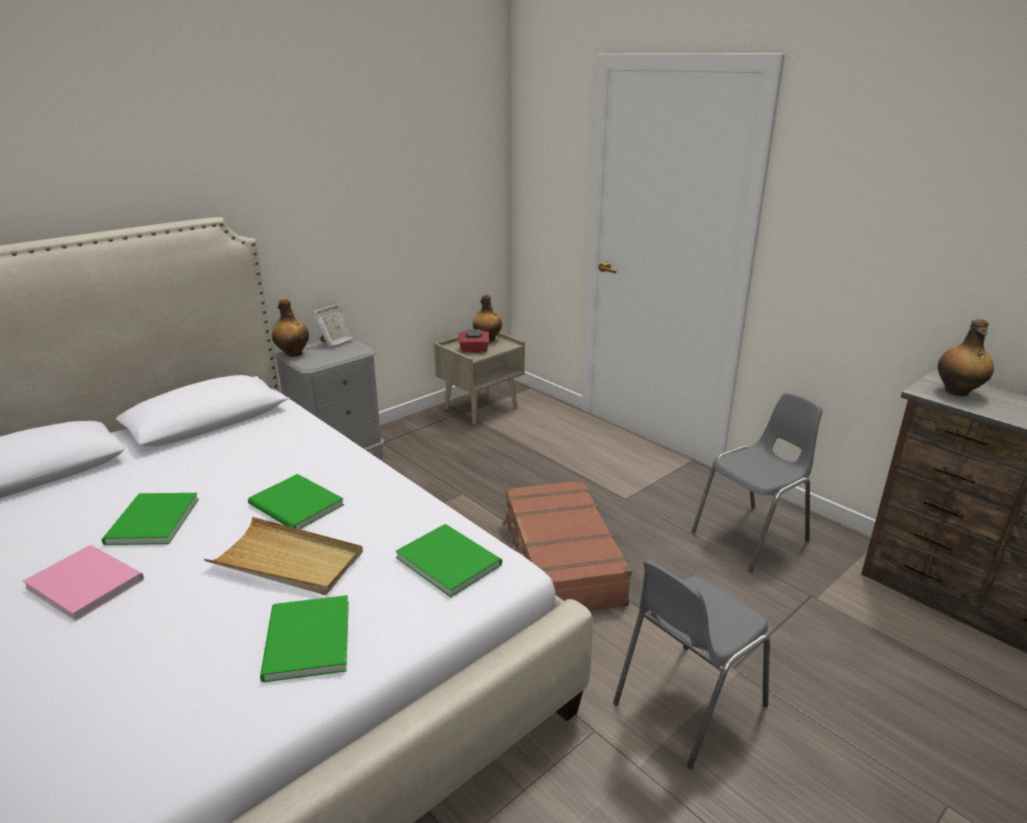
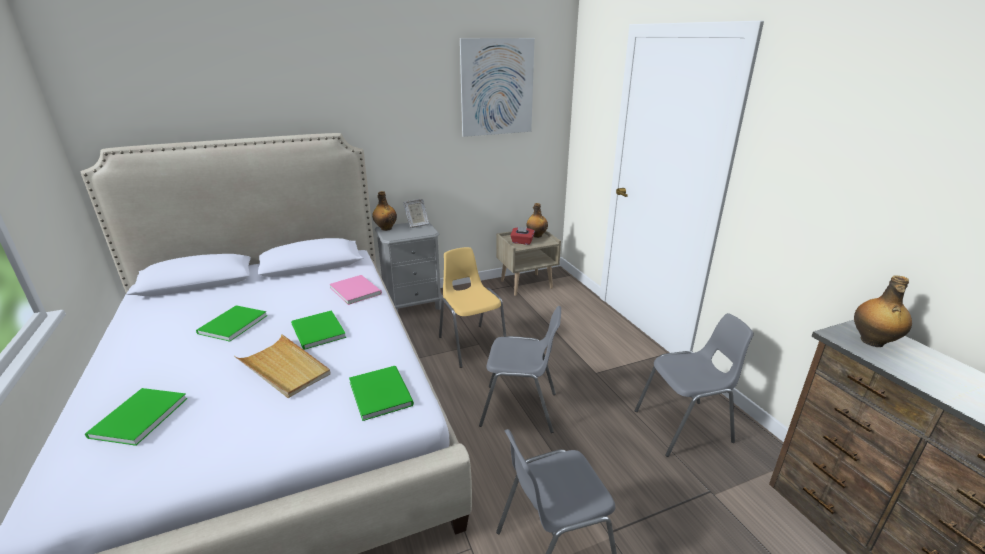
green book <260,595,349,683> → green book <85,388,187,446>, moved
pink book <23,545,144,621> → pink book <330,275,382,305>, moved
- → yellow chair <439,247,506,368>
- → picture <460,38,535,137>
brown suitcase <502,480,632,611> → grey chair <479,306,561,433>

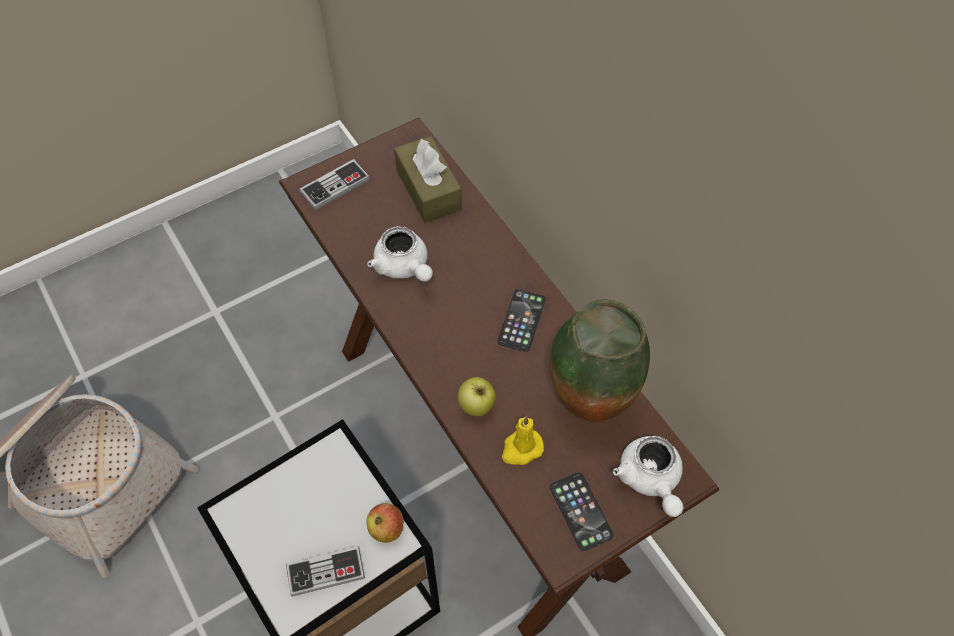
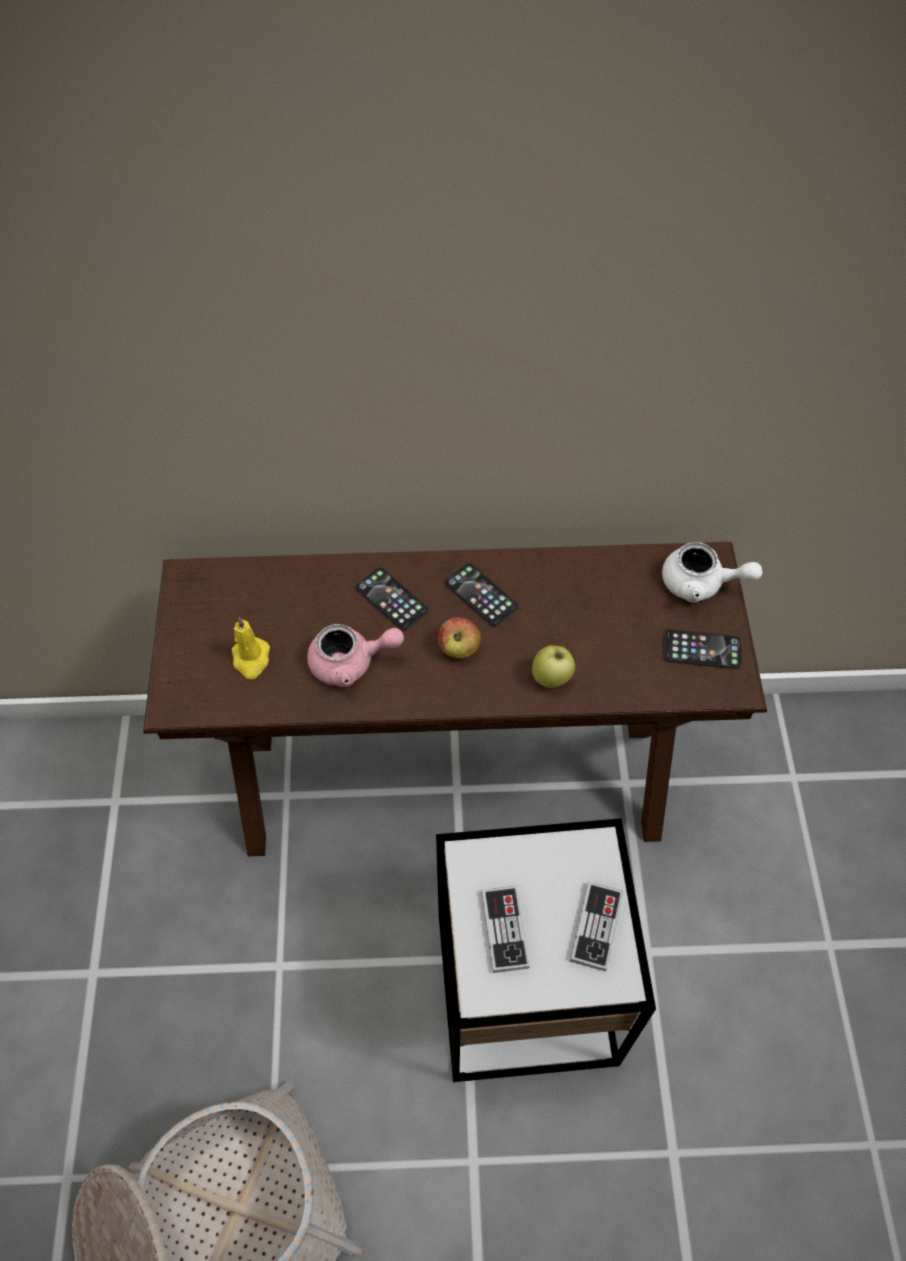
yellow candle <502,416,544,465> → yellow candle <232,617,270,679>, moved
white teapot <368,226,433,282> → pink teapot <307,624,404,687>
- → phone <356,568,428,631>
apple <366,503,404,543> → apple <438,617,481,659>, moved
game controller <299,159,370,211> → game controller <481,886,530,973>, moved
brown tissue box <394,136,462,223> → -
vase <550,299,650,422> → -

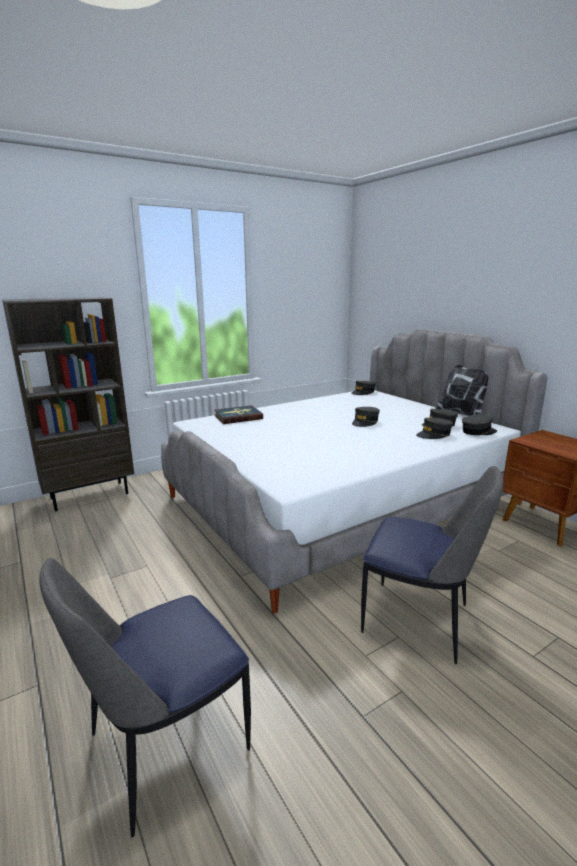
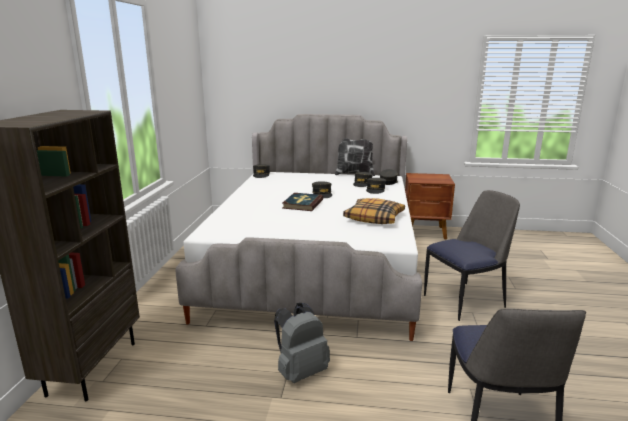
- → grey backpack <274,303,330,383>
book <214,405,263,424> → book <282,193,323,211>, moved
- → pillow <343,198,405,224>

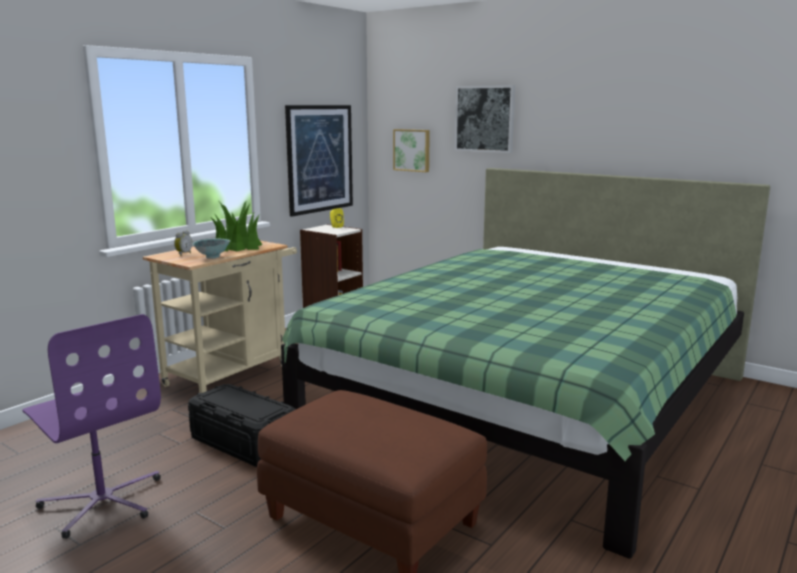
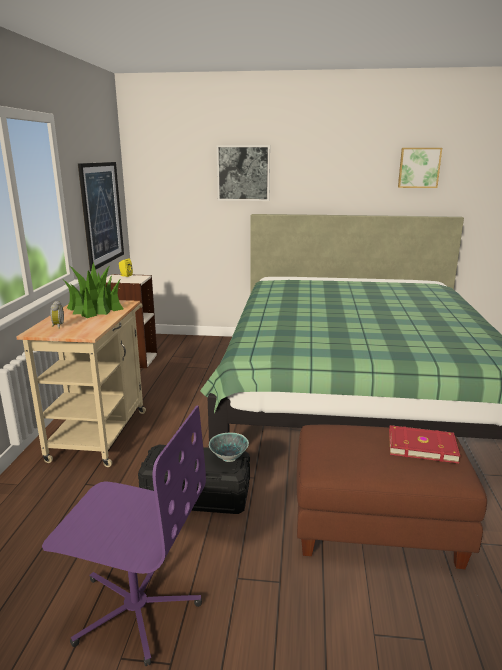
bowl <193,239,230,259> → bowl <209,433,249,462>, moved
- → red book <389,425,460,463>
picture <393,129,430,172> → picture <398,148,442,188>, moved

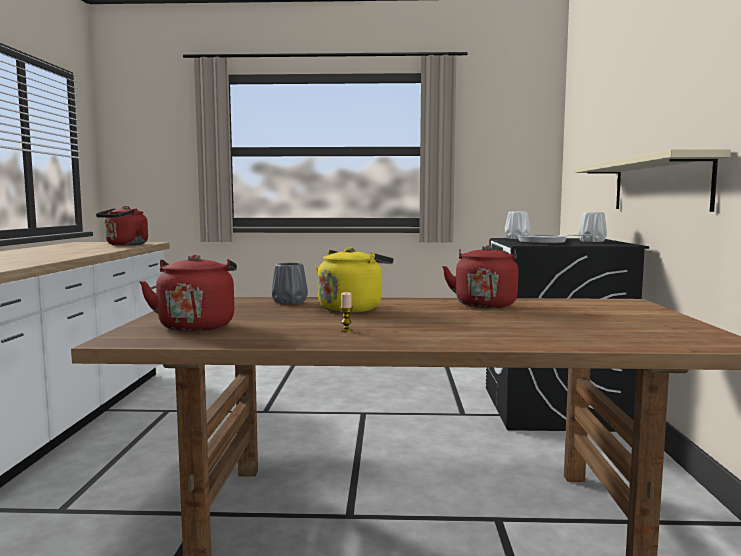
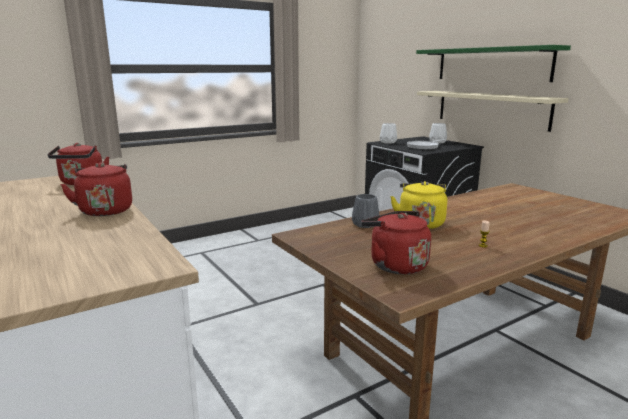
red kettle <442,245,518,308> → red kettle <60,162,132,216>, moved
- → green shelf <416,45,571,82>

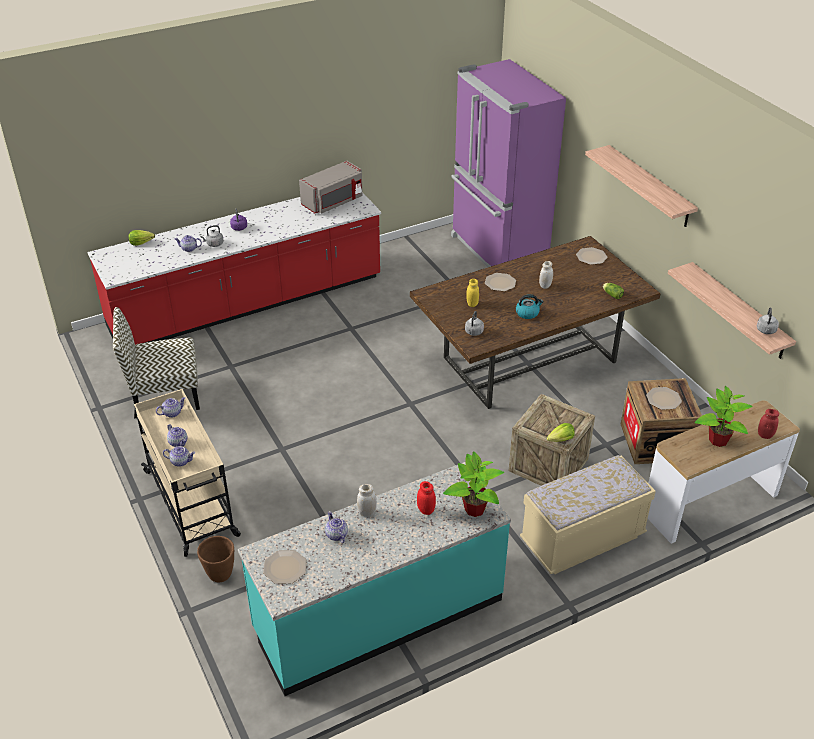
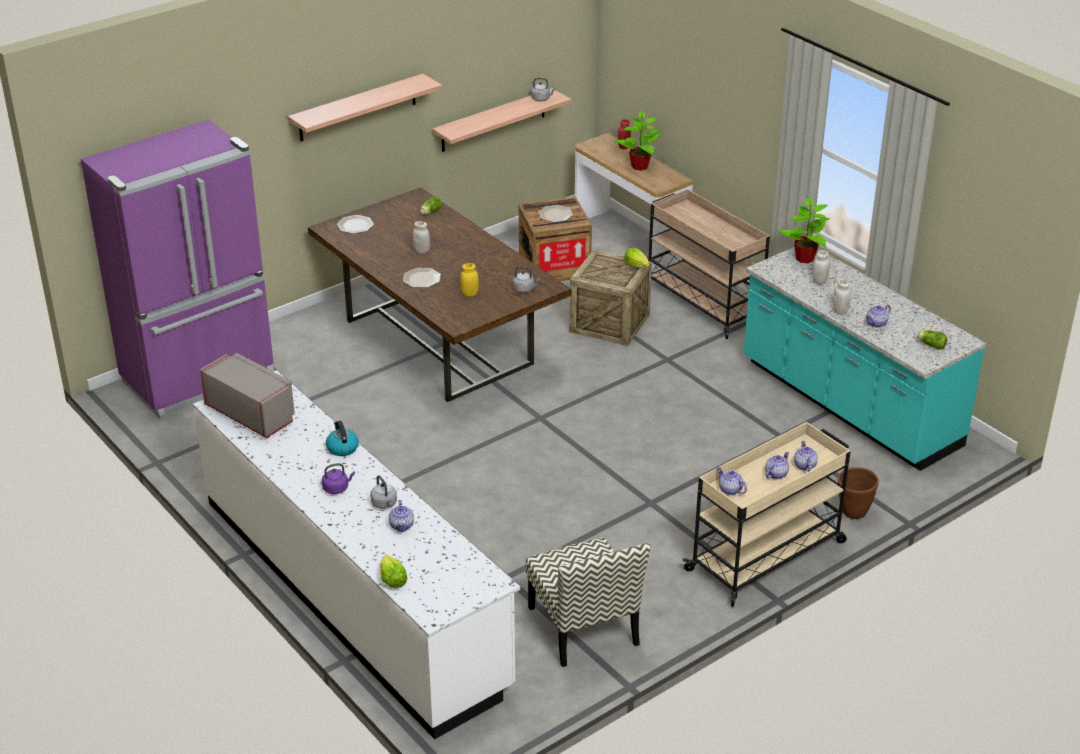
red counter <88,192,381,345> → white counter <193,370,520,739>
kettle <516,294,544,319> → kettle <326,421,359,456>, moved
beige bench <520,455,656,575> → beige cart <649,189,770,339>
red jar <417,481,436,515> → white jar <812,250,830,285>
plate <263,550,306,584> → lettuce <918,330,947,350>

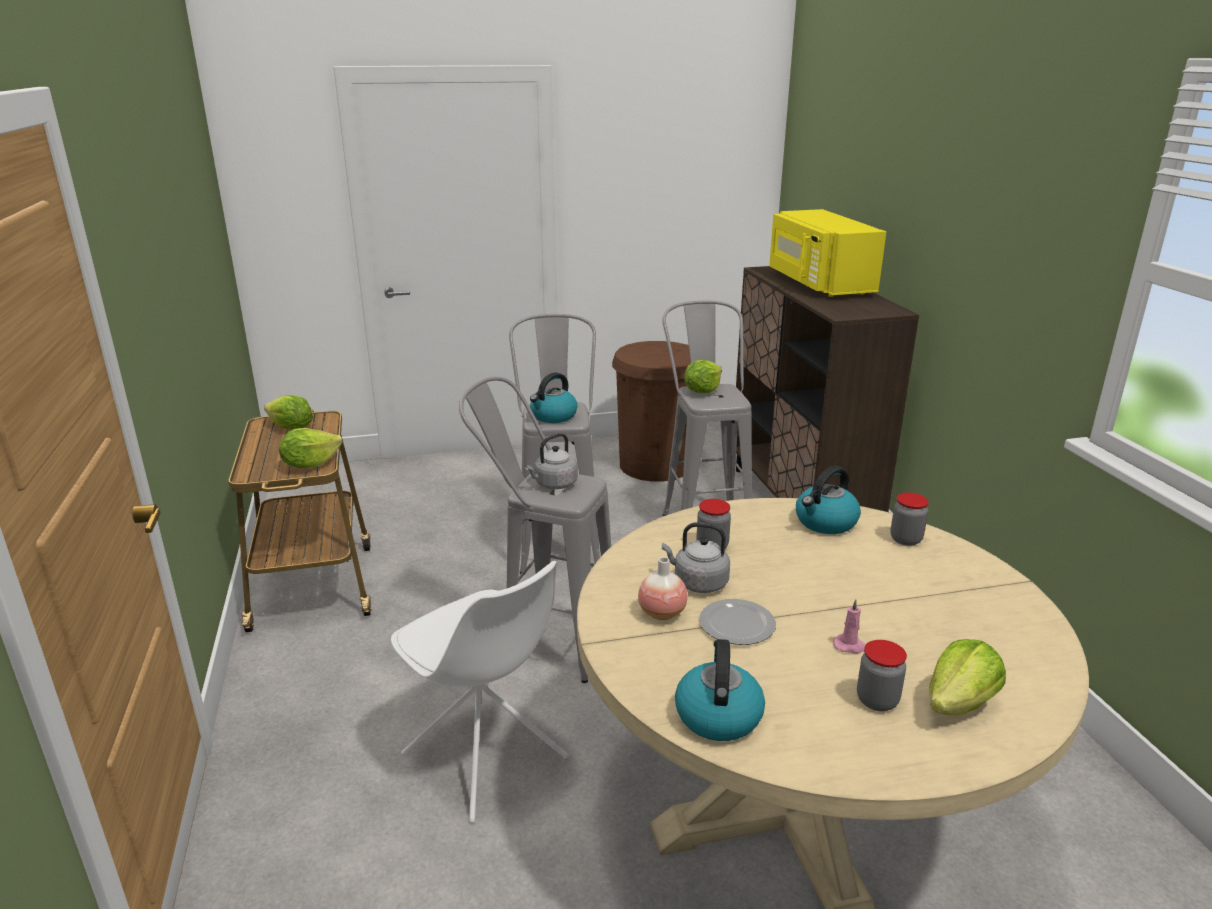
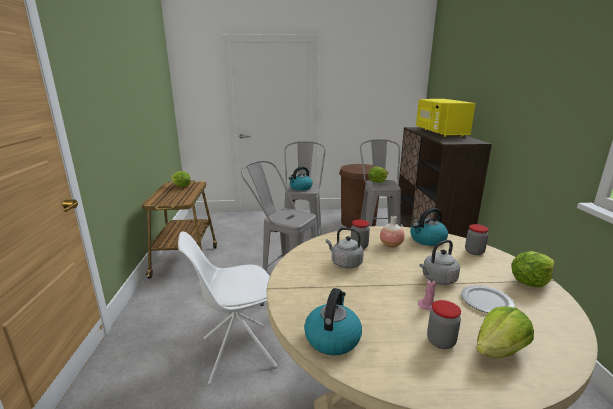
white chair <391,561,569,823> → white chair <178,231,277,385>, 105 degrees clockwise
vase <638,557,688,620> → vase <380,216,405,248>, moved
grey kettle <525,433,578,489> → grey kettle <419,240,460,285>, moved
plate <699,599,776,645> → plate <461,285,515,313>, moved
lettuce <279,428,342,468> → lettuce <511,251,555,287>, moved

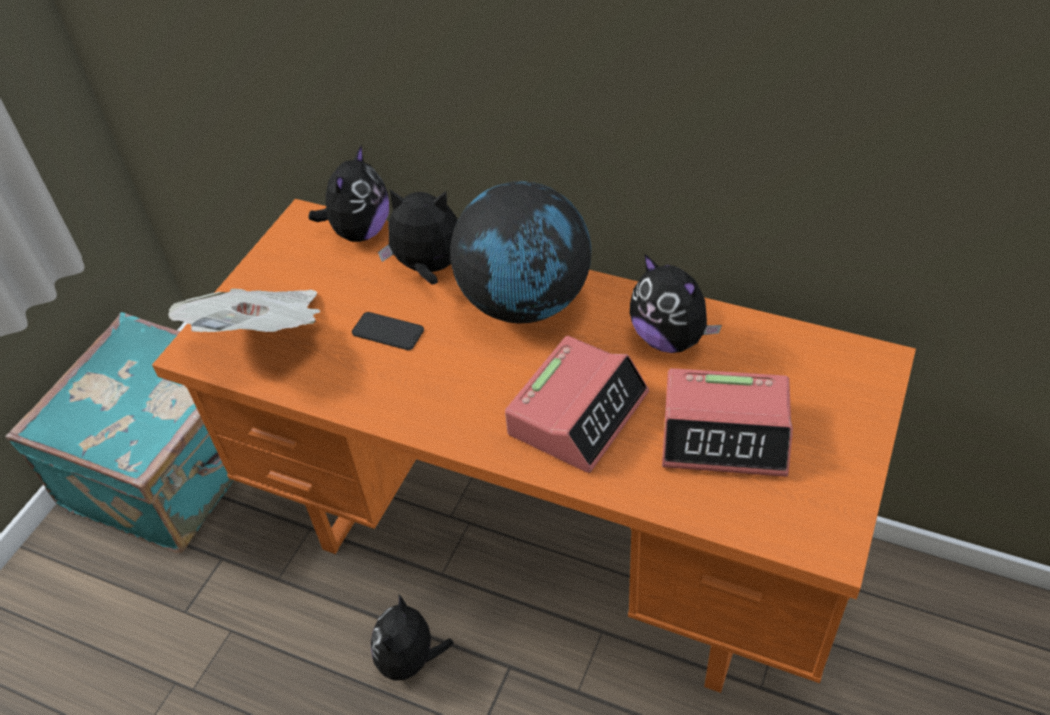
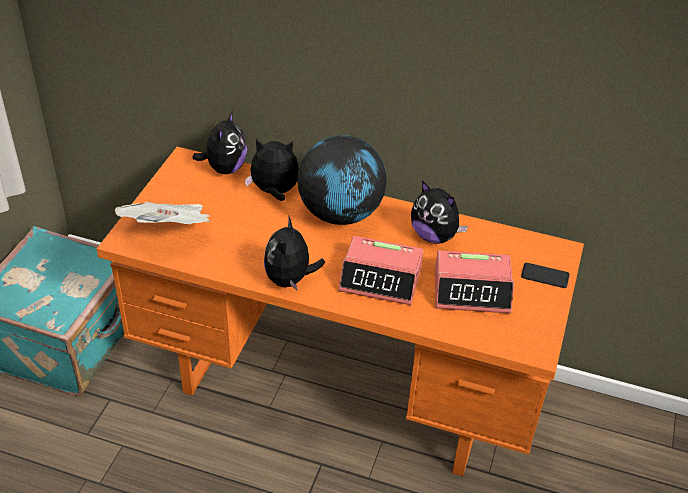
plush toy <371,594,454,689> → plush toy <264,215,325,290>, moved
alarm clock <505,336,649,473> → alarm clock <338,236,423,305>, 75 degrees clockwise
phone <352,312,424,350> → phone <521,263,570,288>, moved

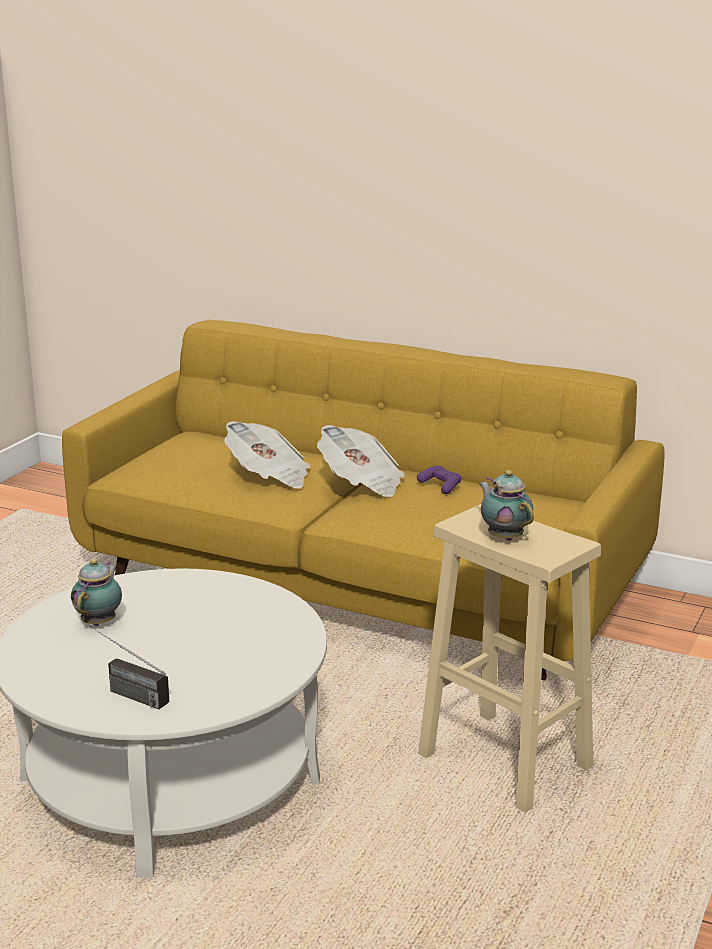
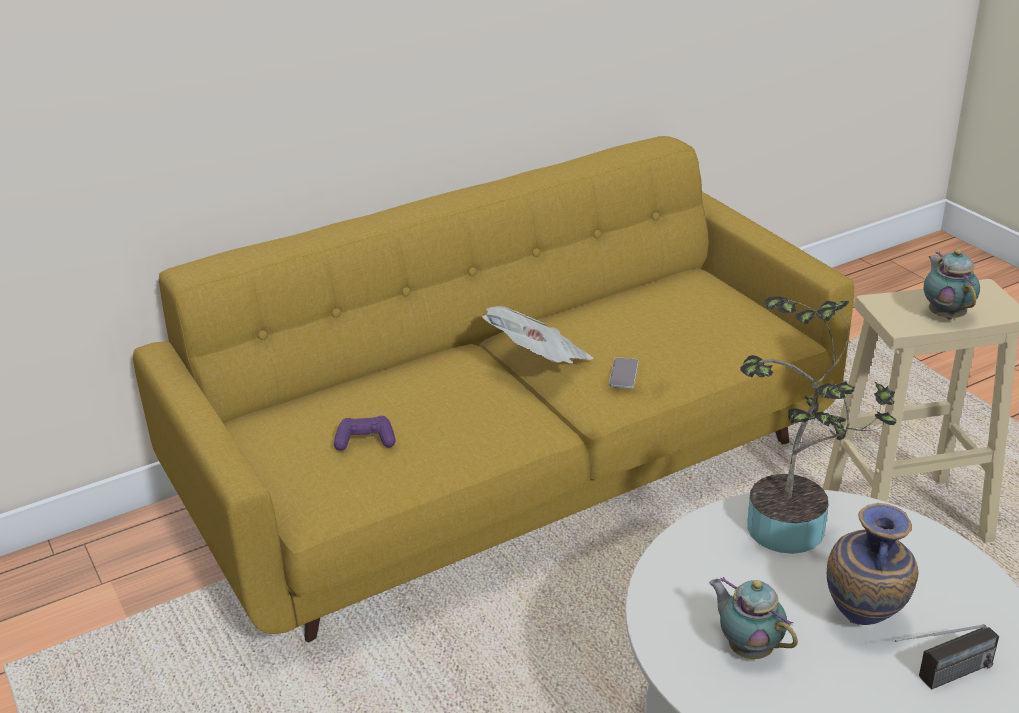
purple game controller <417,465,461,494> → purple game controller <334,416,396,451>, moved
- → phone <609,357,639,389>
- → potted plant <740,297,896,554>
- → vase <827,503,919,625>
teapot <479,470,534,541> → teapot <924,249,980,319>, 75 degrees clockwise
newspaper <224,421,310,488> → -

